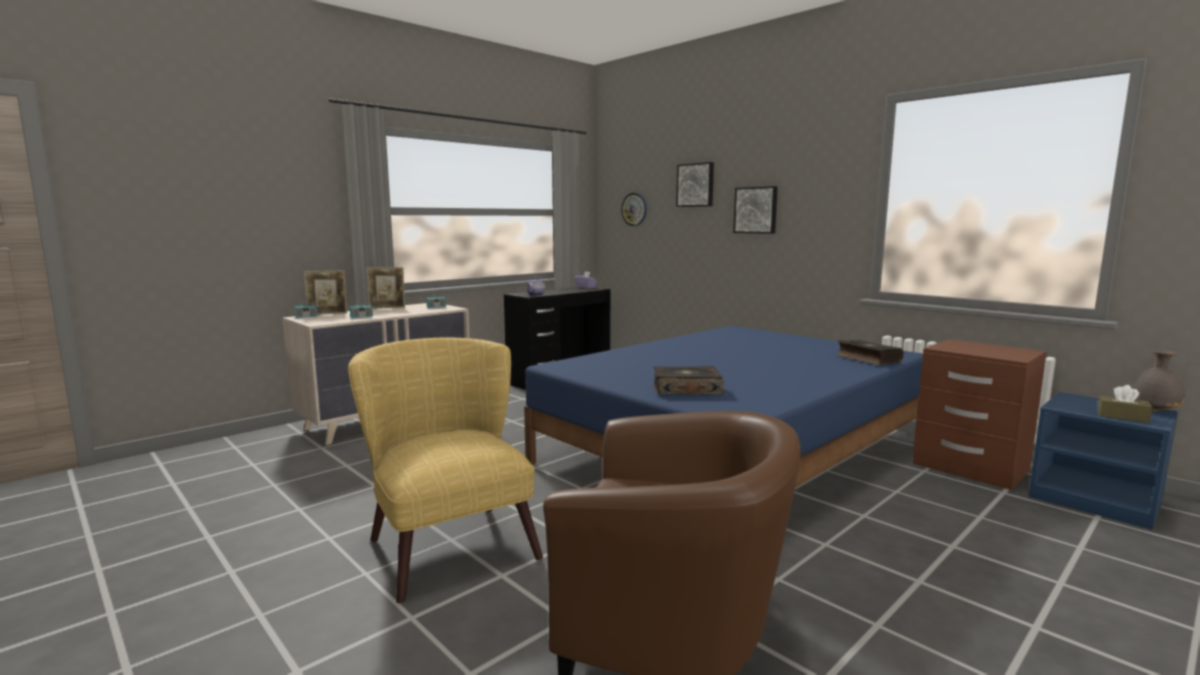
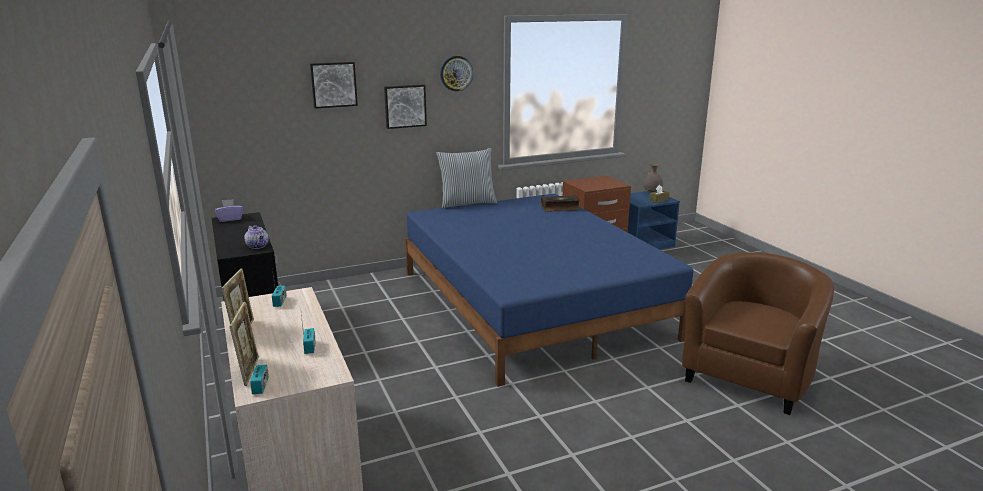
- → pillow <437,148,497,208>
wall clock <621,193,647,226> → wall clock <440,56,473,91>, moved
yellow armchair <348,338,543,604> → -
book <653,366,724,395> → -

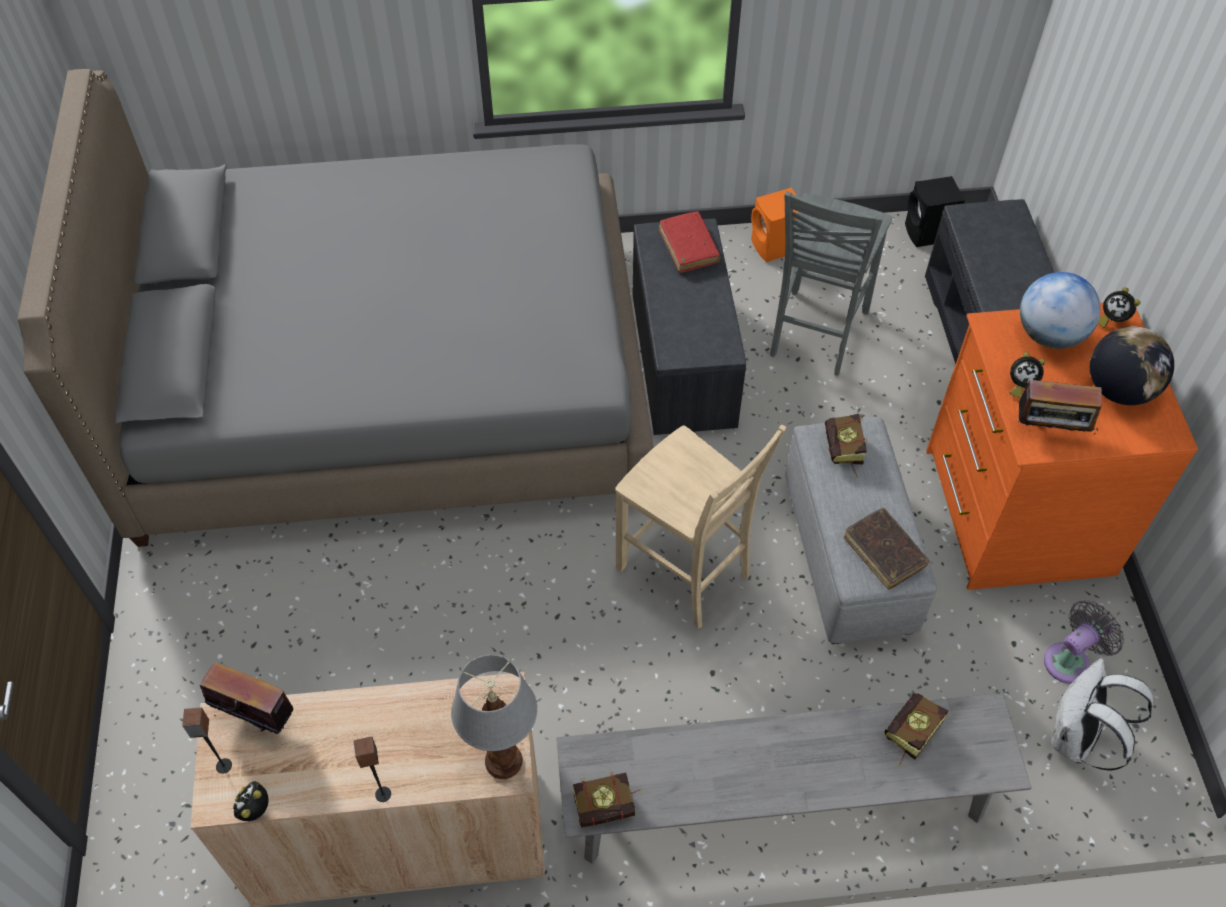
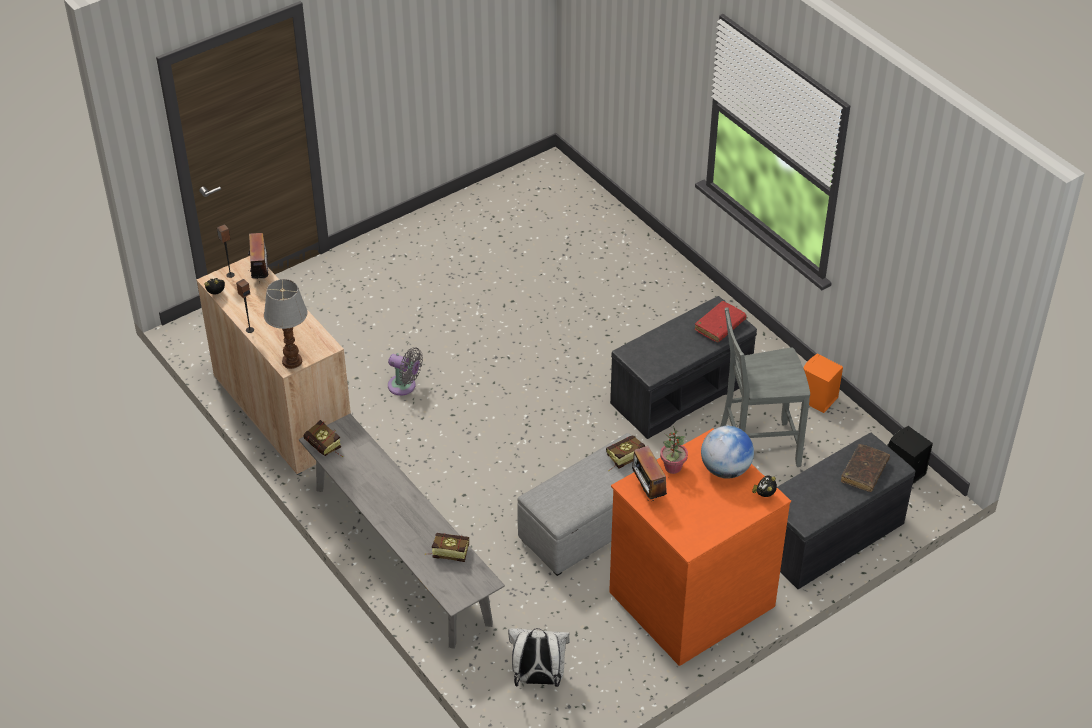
grey fan <1044,600,1124,684> → grey fan <388,348,423,396>, moved
alarm clock <1010,352,1045,398> → potted plant <660,426,688,474>
brown book <844,508,930,590> → brown book <841,444,890,492>, moved
grey bed <18,69,653,547> → -
beige chair <615,424,786,629> → -
globe <1090,326,1174,405> → -

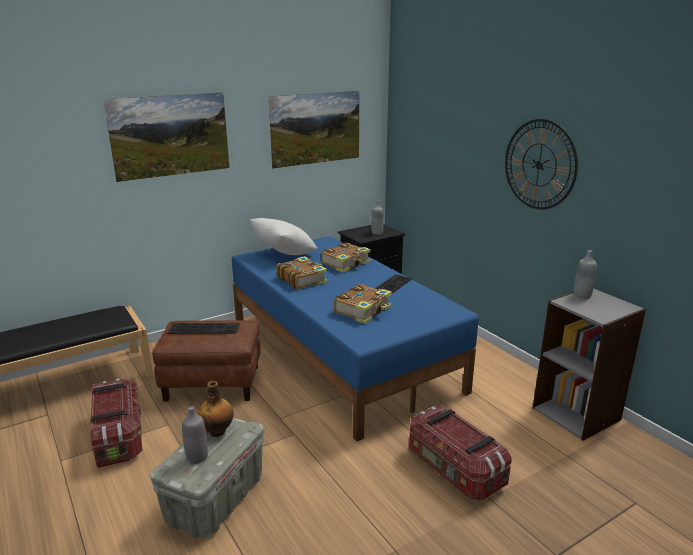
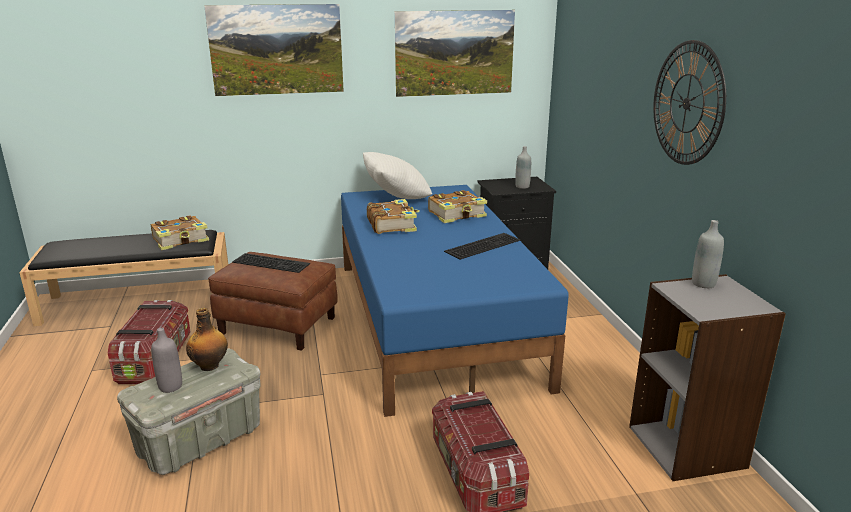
book <334,284,392,324> → book <151,216,209,250>, moved

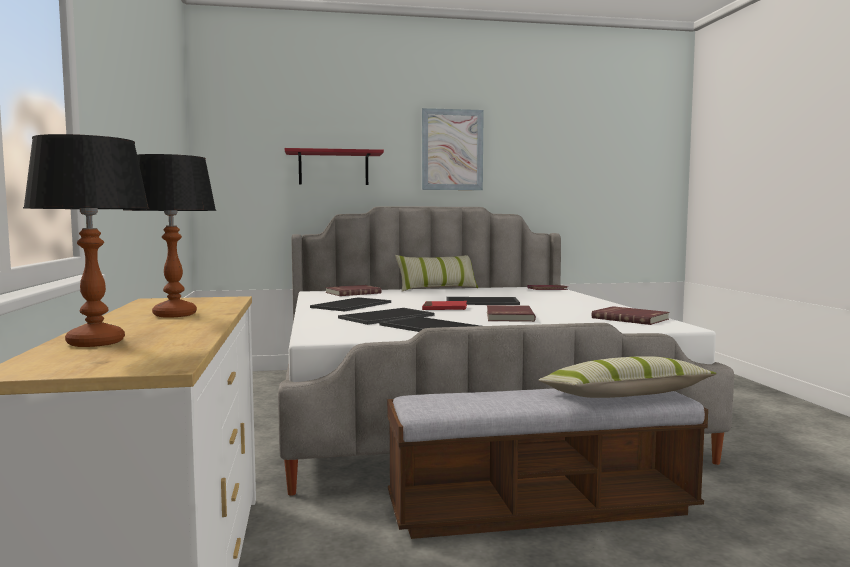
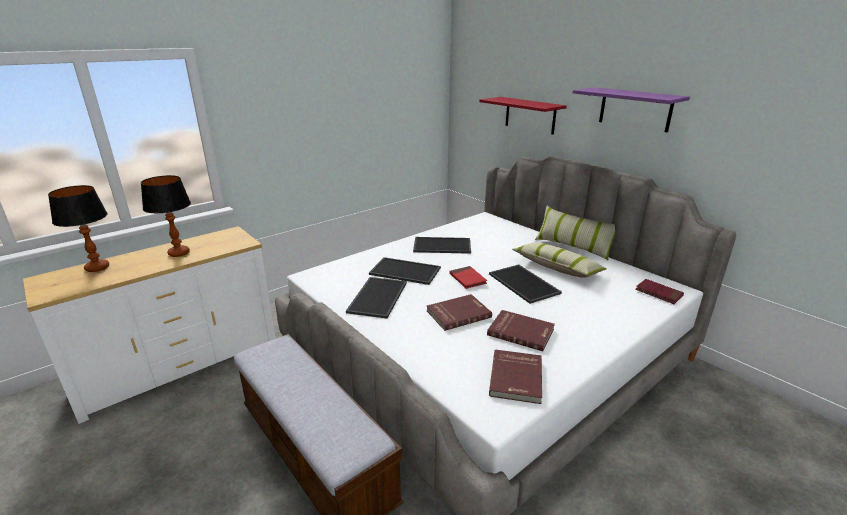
red book <326,285,382,296> → red book <487,310,555,351>, moved
pillow <539,356,717,398> → pillow <512,242,606,278>, moved
picture <422,108,484,190> → purple shelf <573,87,690,132>

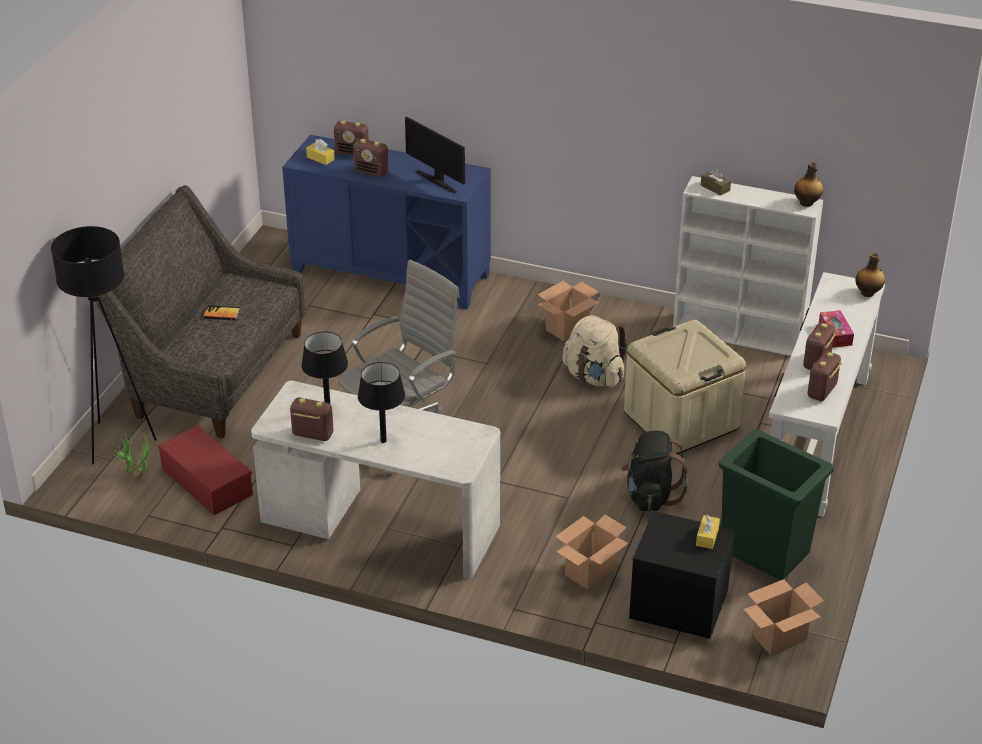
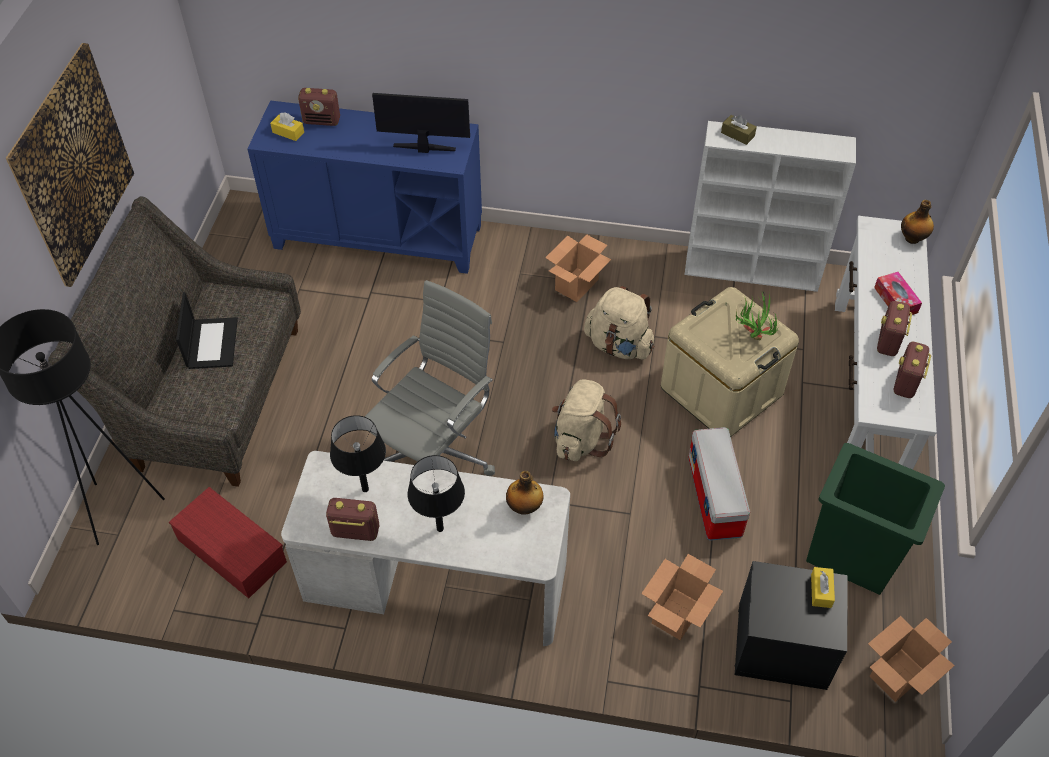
- → picture <6,43,134,287>
book <204,305,240,320> → laptop <176,292,238,369>
monitor <405,117,465,193> → monitor <372,93,470,153>, 150 degrees clockwise
bottle <794,162,823,207> → bottle <506,471,544,515>, moved
- → beige backpack <552,379,621,461>
black backpack <621,431,688,512> → storage box <688,427,750,541>
potted plant <110,431,150,477> → potted plant <736,291,779,340>, moved
radio <353,139,389,177> → -

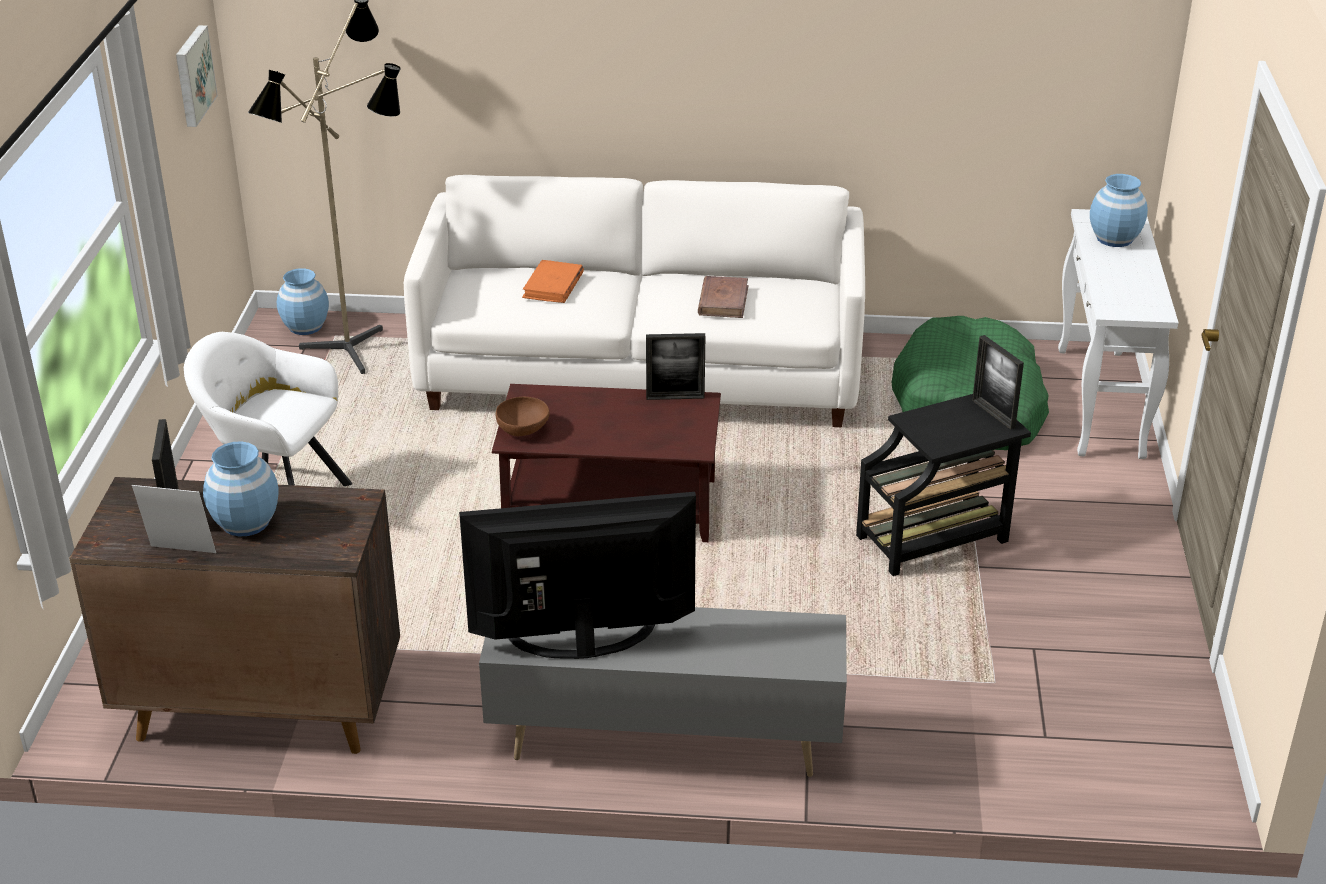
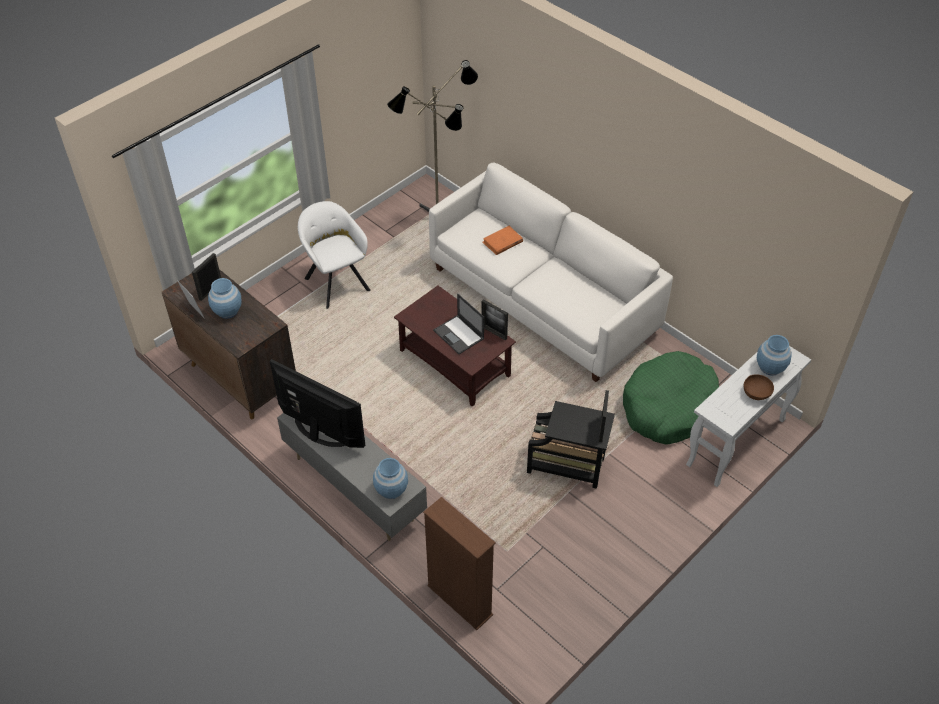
blue vase <277,268,329,335> → blue vase <373,458,408,499>, moved
- → brown bookcase <423,497,496,630>
- → laptop <433,293,484,354>
brown bowl <496,397,550,436> → brown bowl <744,374,774,400>, moved
picture <176,25,218,127> → -
brown book <698,276,749,318> → -

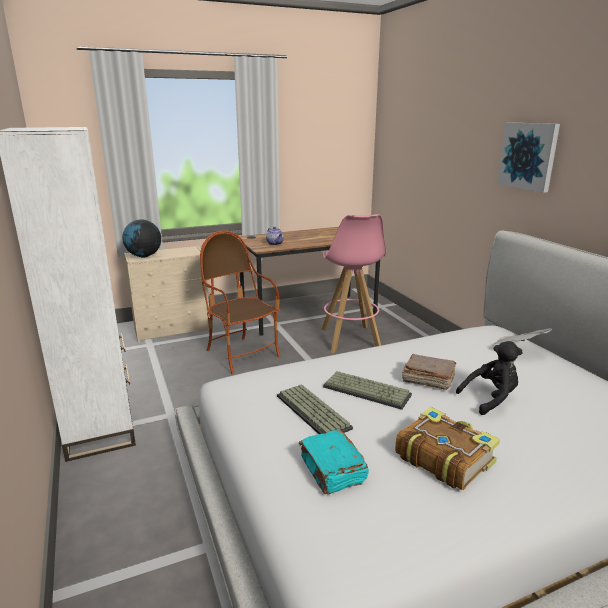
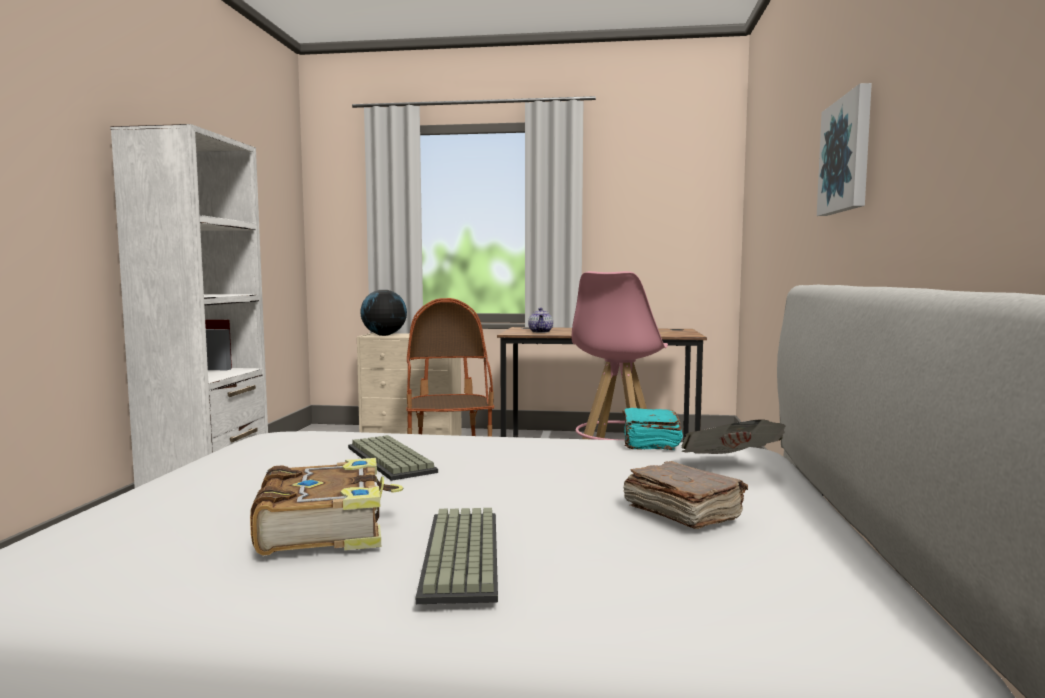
keyboard <277,384,353,434> → keyboard <416,508,498,604>, moved
turquoise book <299,430,369,494> → turquoise book <622,408,683,450>, moved
brown book <402,354,456,390> → brown book <623,461,748,529>, moved
black plush toy <456,341,523,415> → -

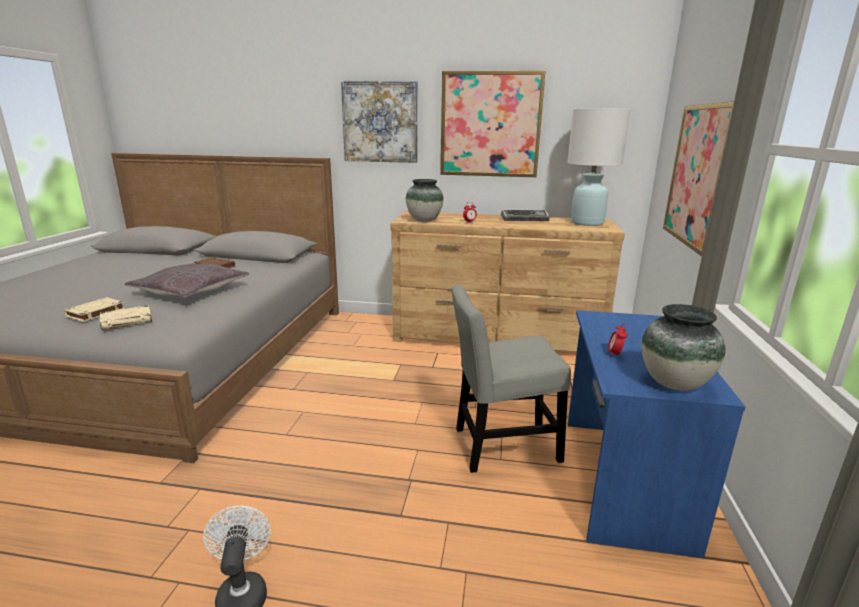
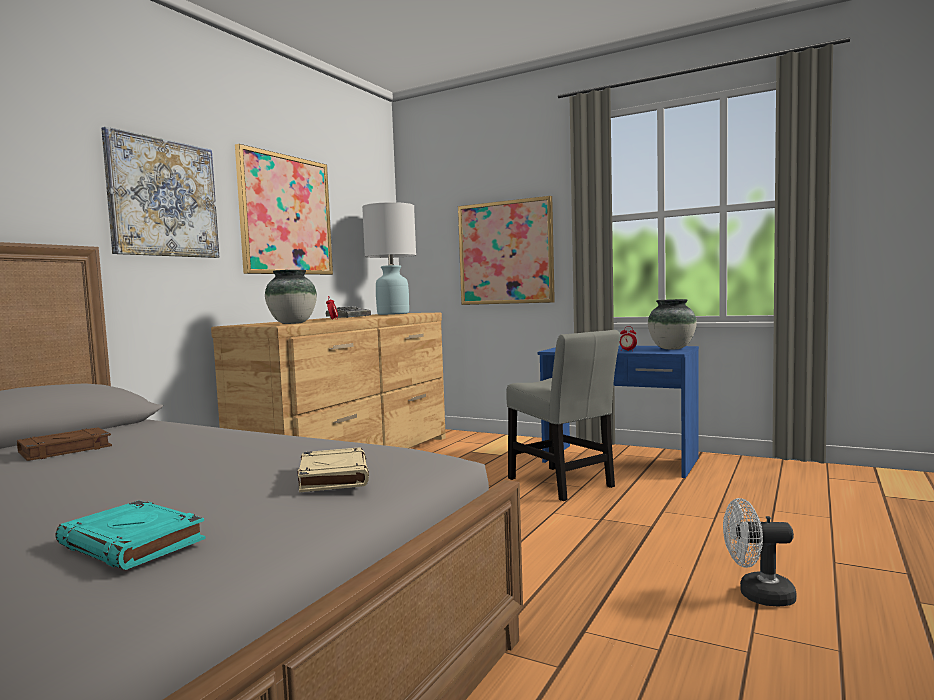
- → turquoise book <55,500,206,570>
grey chair <452,285,571,473> → grey chair <506,330,621,501>, 45 degrees counterclockwise
beige book <64,297,125,322> → -
grey pillow <125,263,249,298> → -

